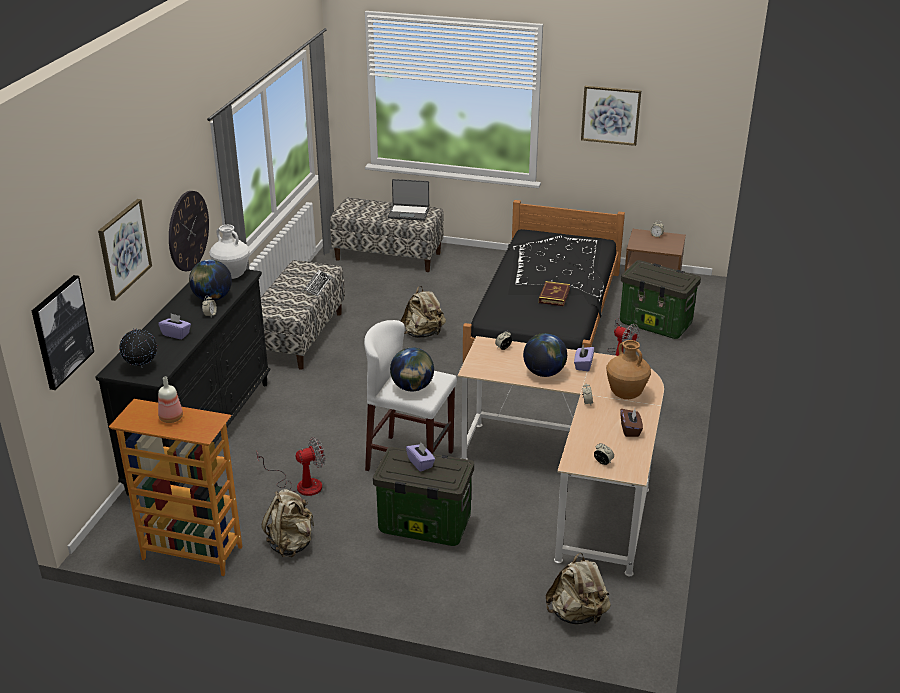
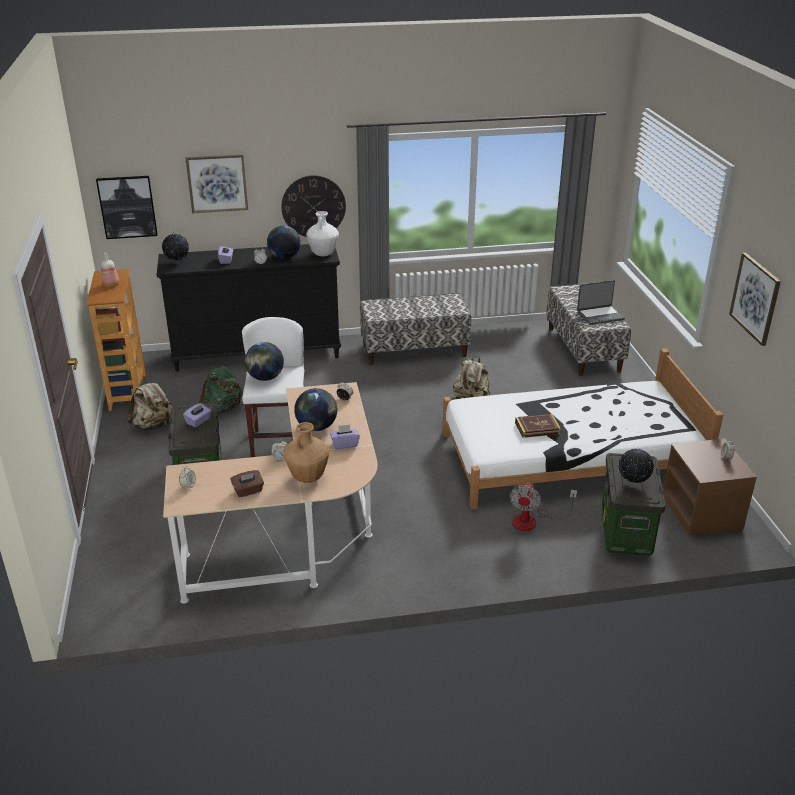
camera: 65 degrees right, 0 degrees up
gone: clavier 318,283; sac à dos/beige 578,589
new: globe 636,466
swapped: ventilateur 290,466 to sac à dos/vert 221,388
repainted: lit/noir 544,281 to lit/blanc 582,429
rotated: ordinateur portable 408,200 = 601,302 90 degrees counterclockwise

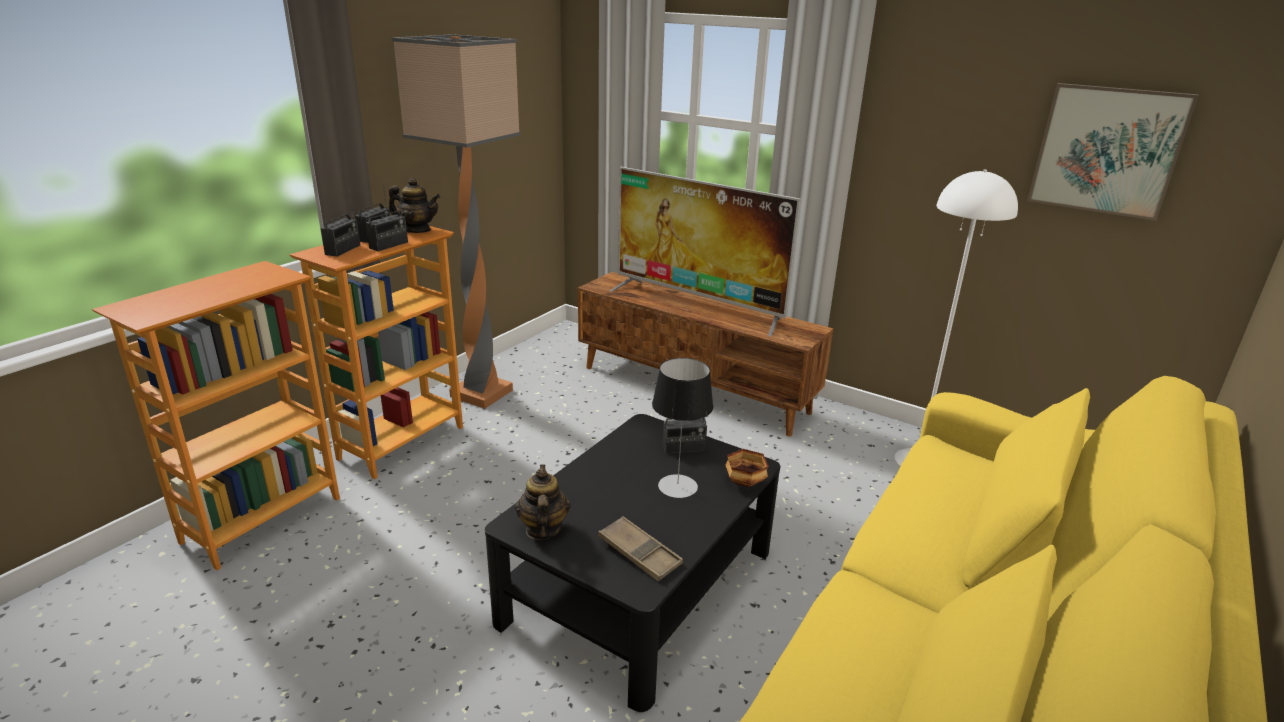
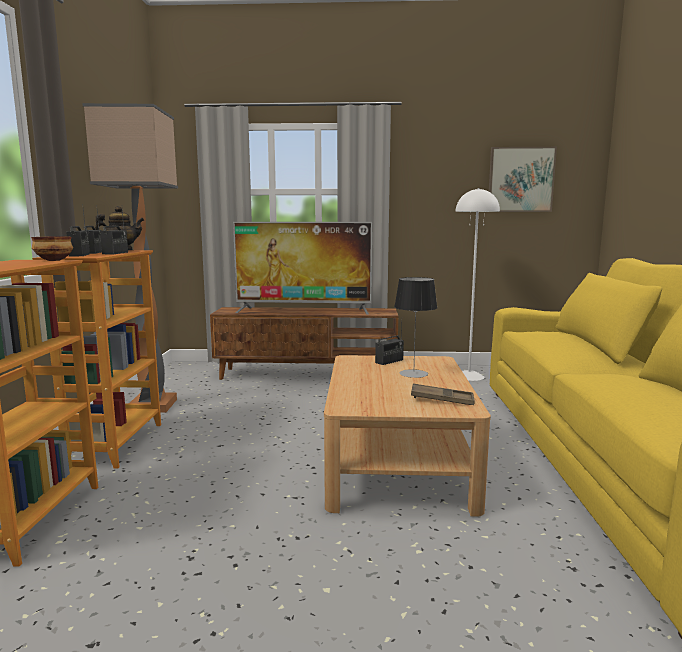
camera: 30 degrees left, 15 degrees down
gone: théière 543,502
shifted: bol 747,468 to 52,248
repainted: table basse/noir 632,563 to table basse/beige 407,436

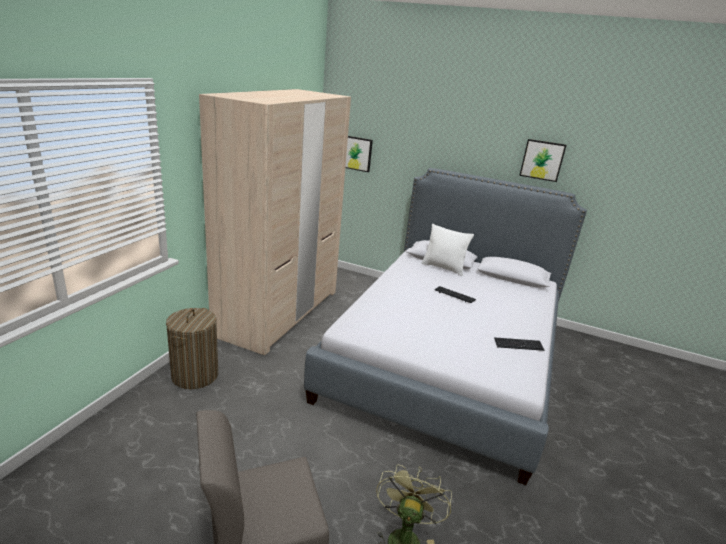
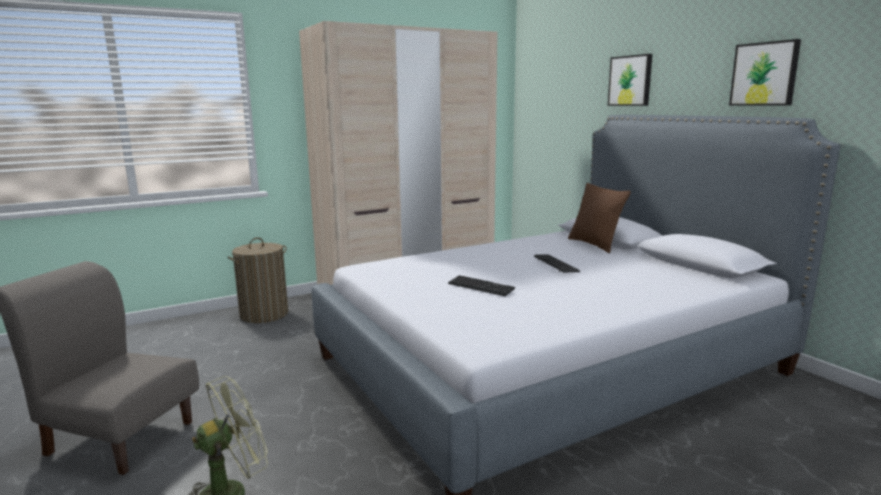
camera: 40 degrees right, 10 degrees down
shifted: tableau 359,154 to 630,80; clavier 519,344 to 482,285
repainted: coussin/blanc 447,250 to coussin/marron 599,218

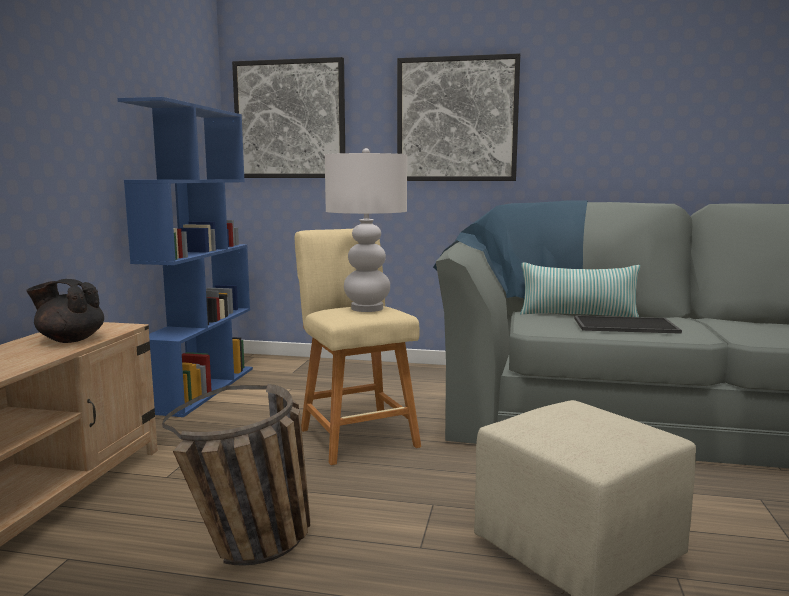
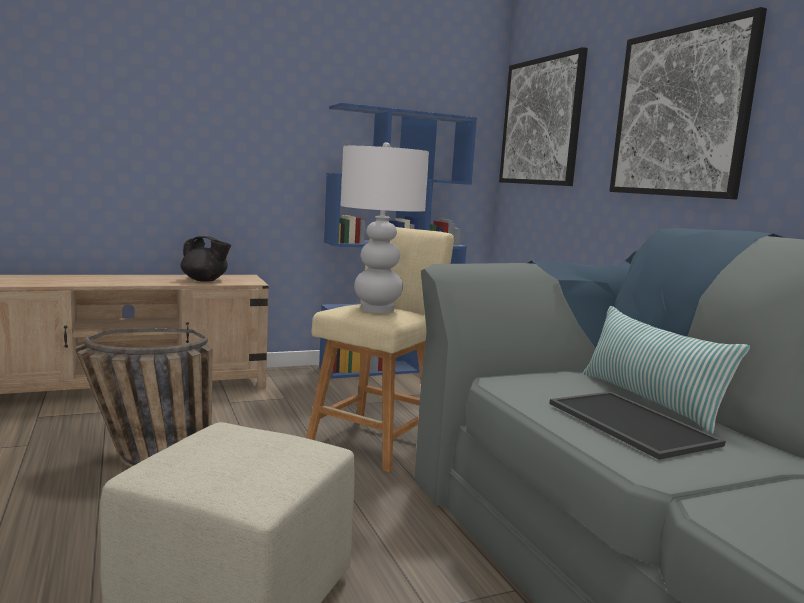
camera: 55 degrees right, 0 degrees up
rotated: théière/noir 65,311 = 206,259 135 degrees clockwise

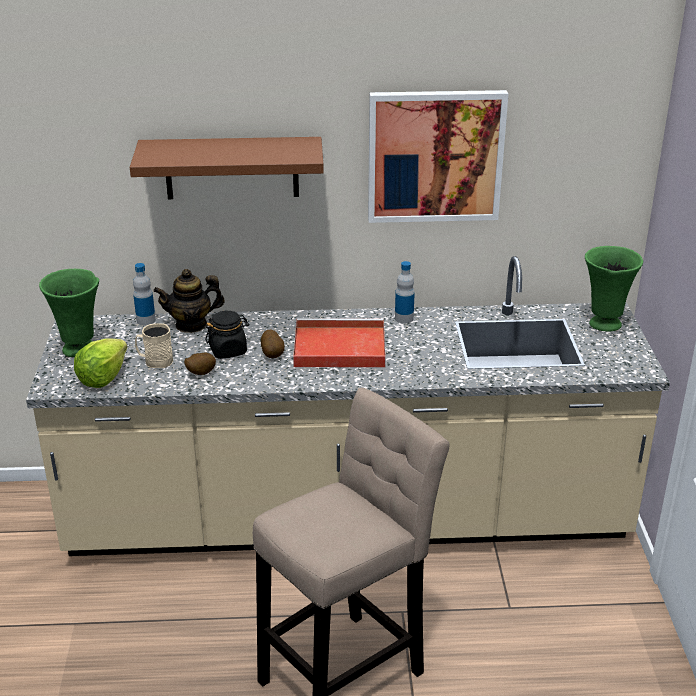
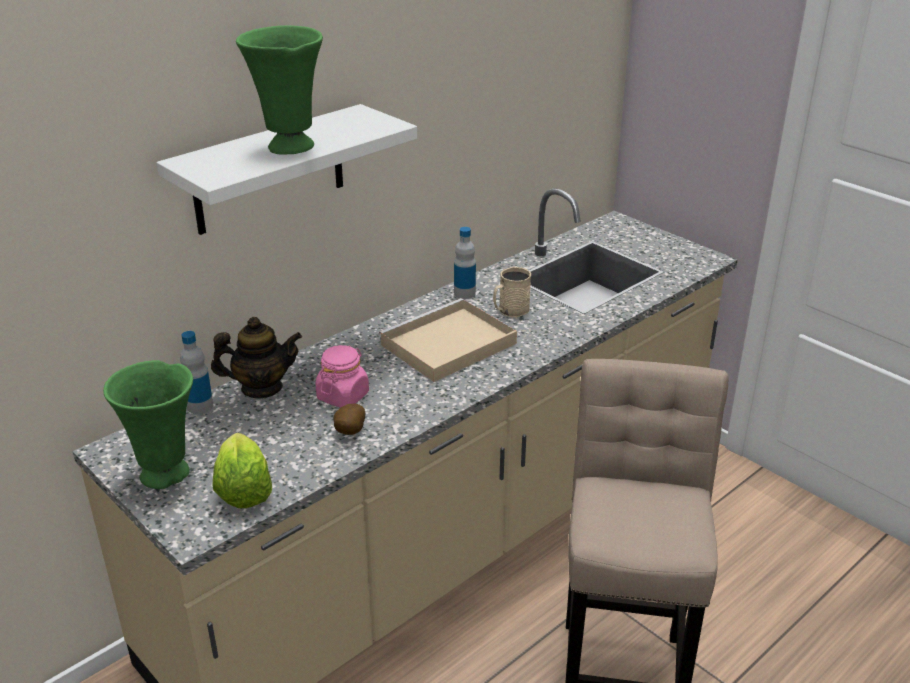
camera: 40 degrees left, 0 degrees up
gone: pomme de terre 273,343; tableau 438,156
shifted: mug/beige 154,346 to 512,292; vase/vert 614,289 to 279,90
repainted: étagère/marron 227,168 to étagère/blanc 286,169; bocal/noir 227,335 to bocal/rose 342,376; plateau/rouge 339,342 to plateau/beige 448,340
rotated: théière 189,301 = 256,358 135 degrees counterclockwise

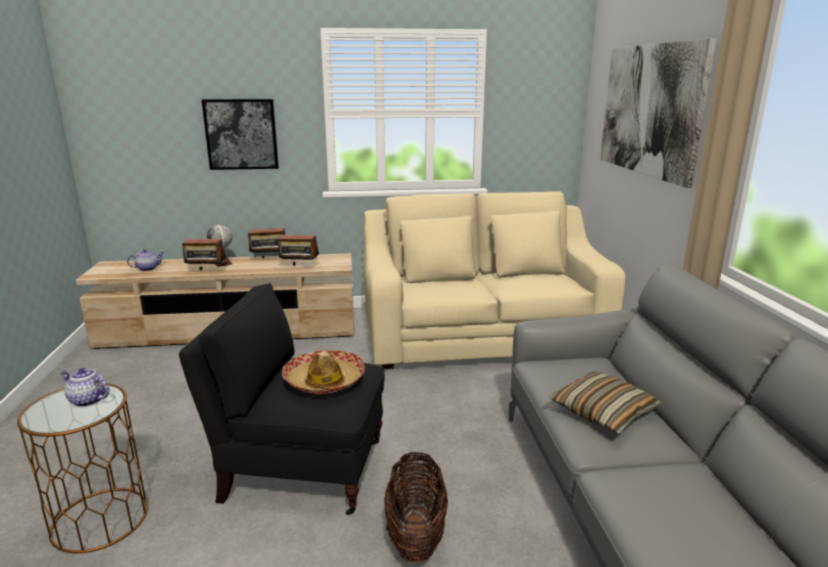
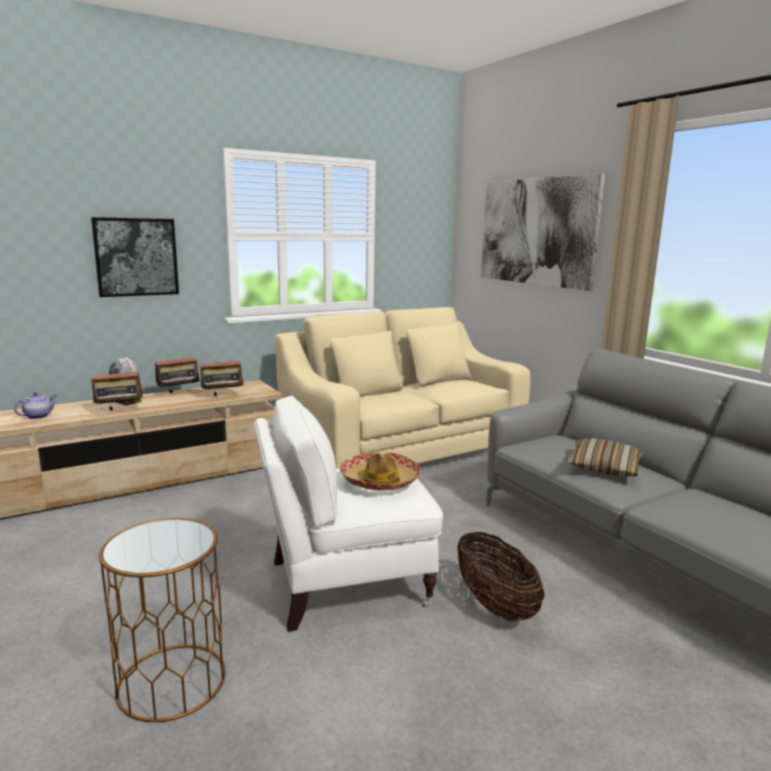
camera: 25 degrees left, 5 degrees down
gone: théière 84,387
repainted: fauteuil/noir 282,399 to fauteuil/blanc 348,513

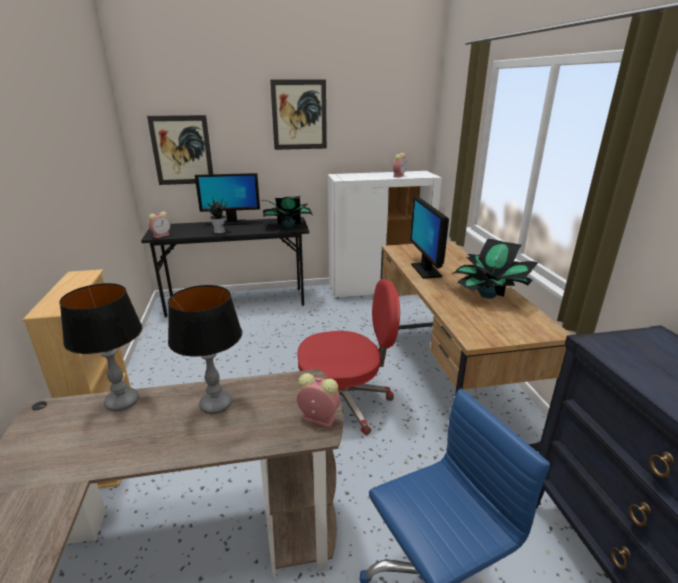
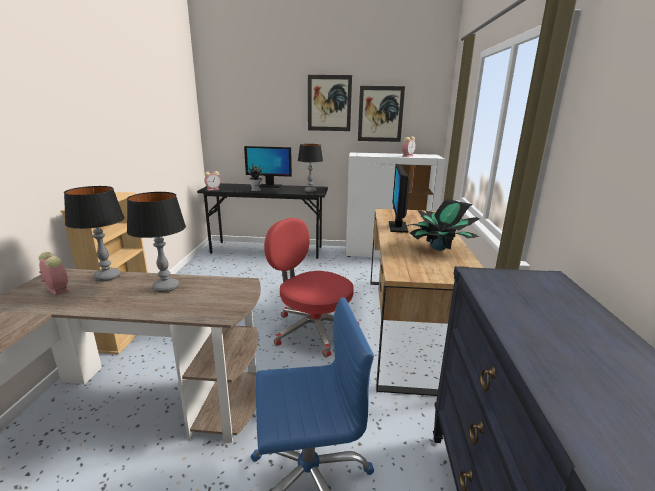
camera: 15 degrees right, 5 degrees down
shifted: tableau 180,150 to 381,114; réveil 319,400 to 54,273
swapped: plante en pot 287,212 to lampe de table 310,168
rotated: chaise de bureau/rouge 348,357 = 311,288 150 degrees counterclockwise

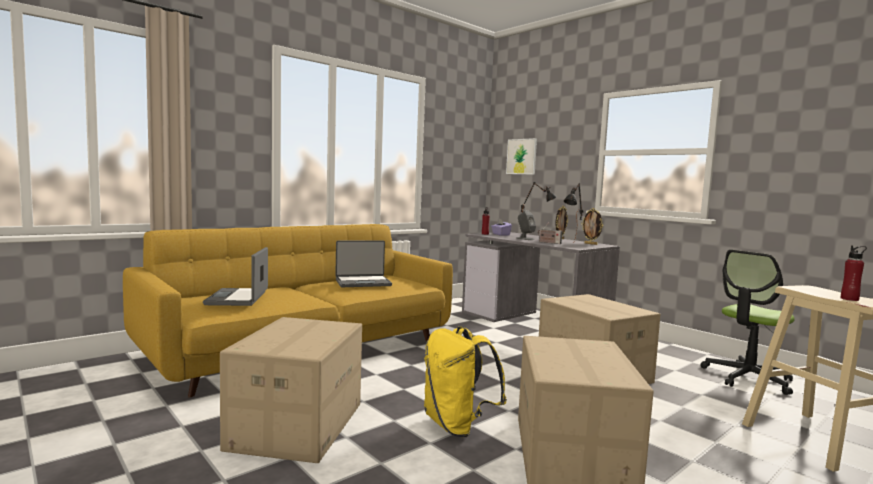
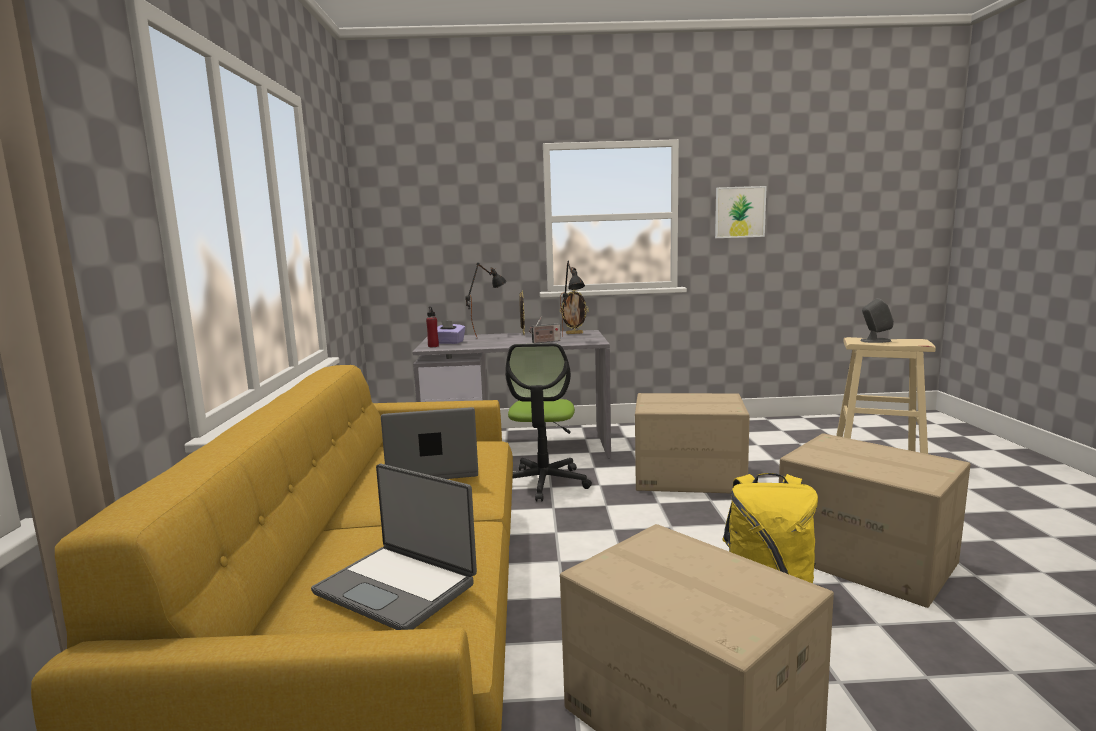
camera: 50 degrees left, 5 degrees up
gone: bouteille/rouge 854,273
shifted: tableau 521,156 to 741,212; enceinte/gris 526,225 to 877,320; chaise de bureau 748,322 to 548,422
rotated: ordinateur portable 363,264 = 429,443 120 degrees counterclockwise

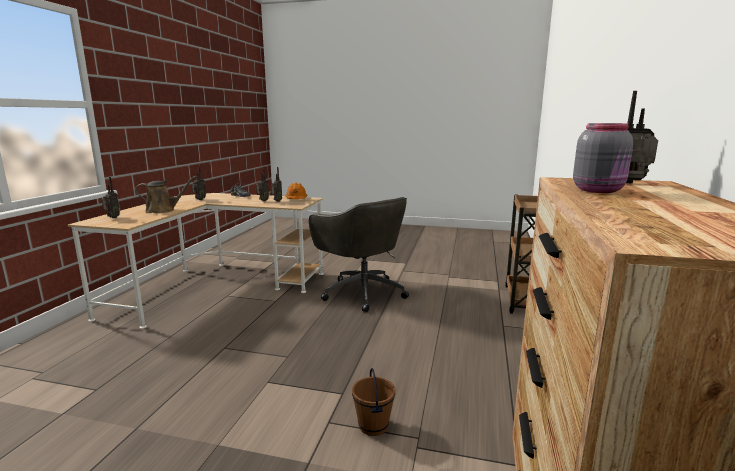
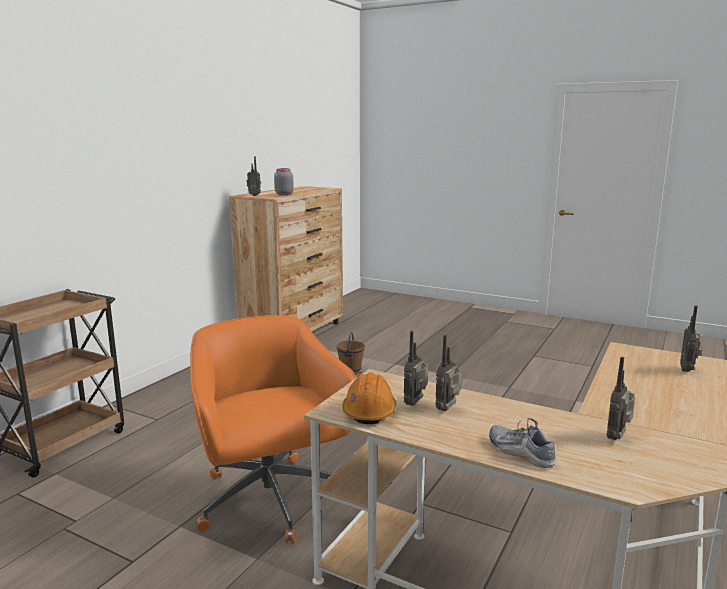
camera: 165 degrees left, 0 degrees up
gone: arrosoir/marron 165,194
repainted: chaise de bureau/gris 359,254 to chaise de bureau/orange 273,429

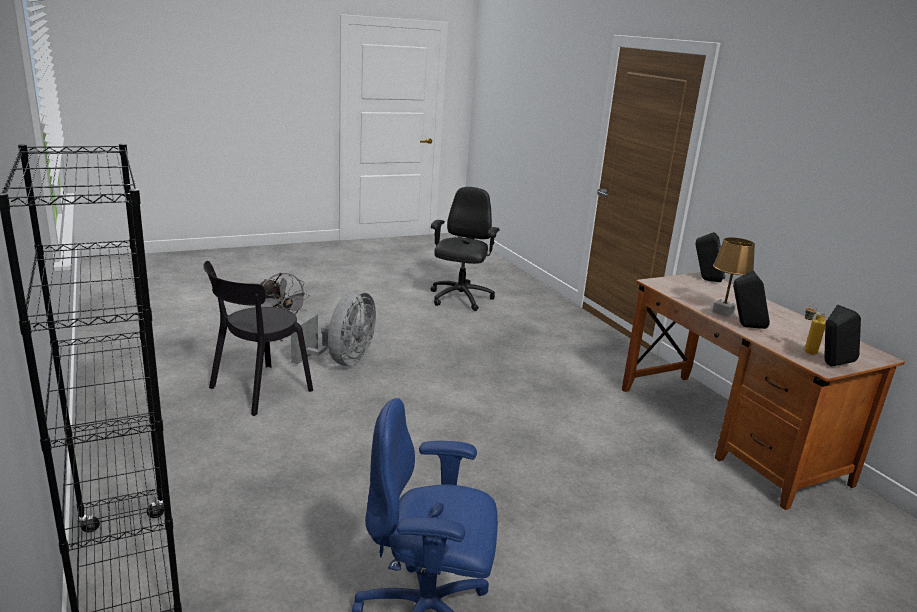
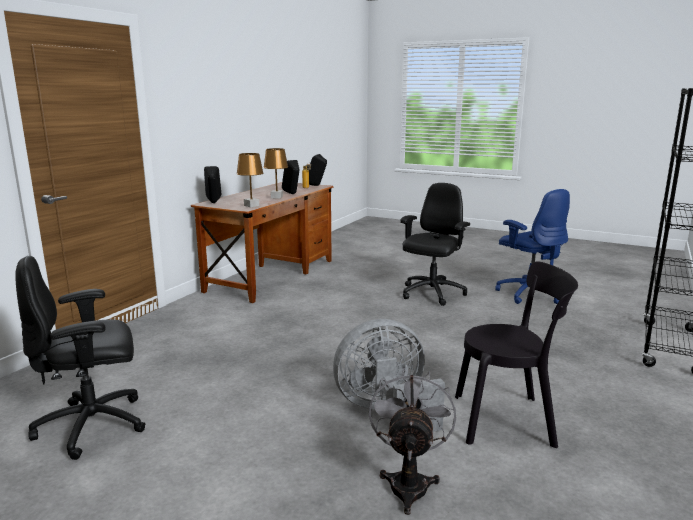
camera: 125 degrees left, 5 degrees down
new: lampe de table/marron 250,180; chaise de bureau/noir 435,244

